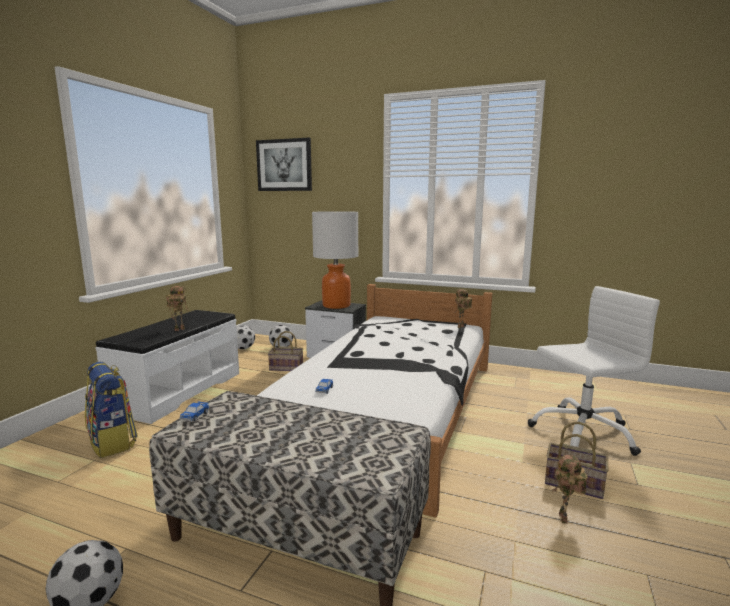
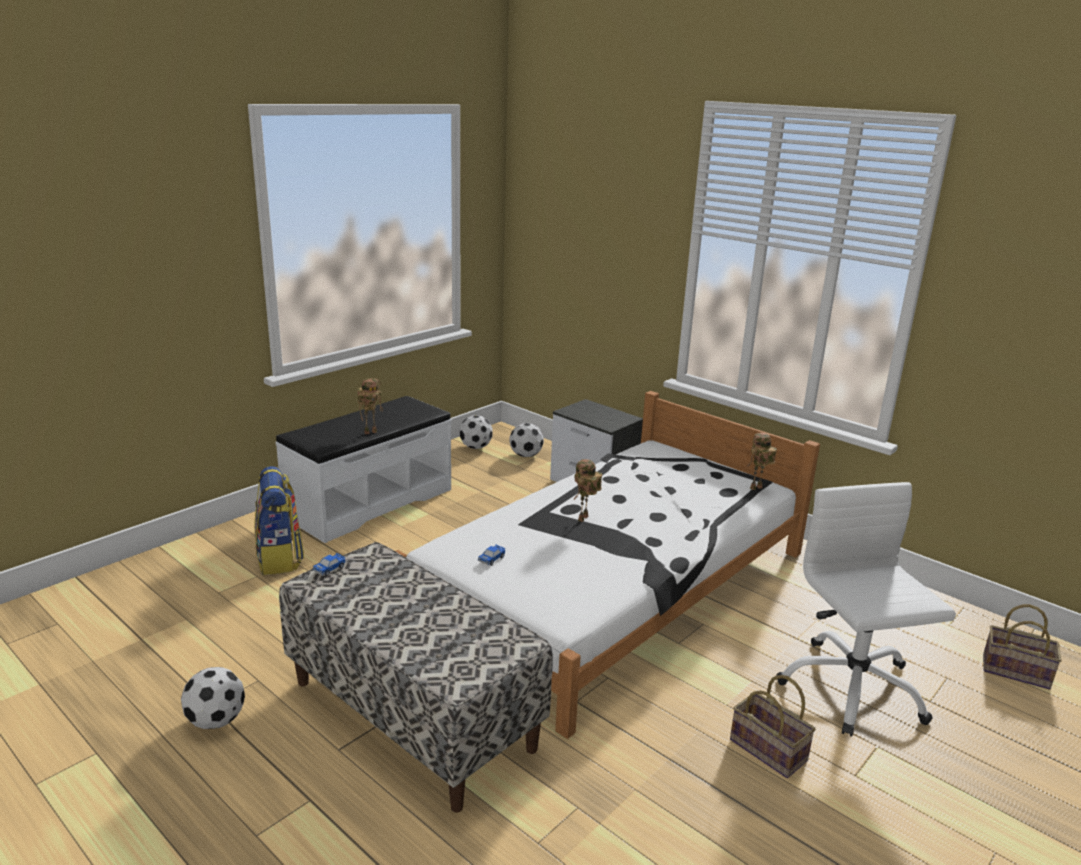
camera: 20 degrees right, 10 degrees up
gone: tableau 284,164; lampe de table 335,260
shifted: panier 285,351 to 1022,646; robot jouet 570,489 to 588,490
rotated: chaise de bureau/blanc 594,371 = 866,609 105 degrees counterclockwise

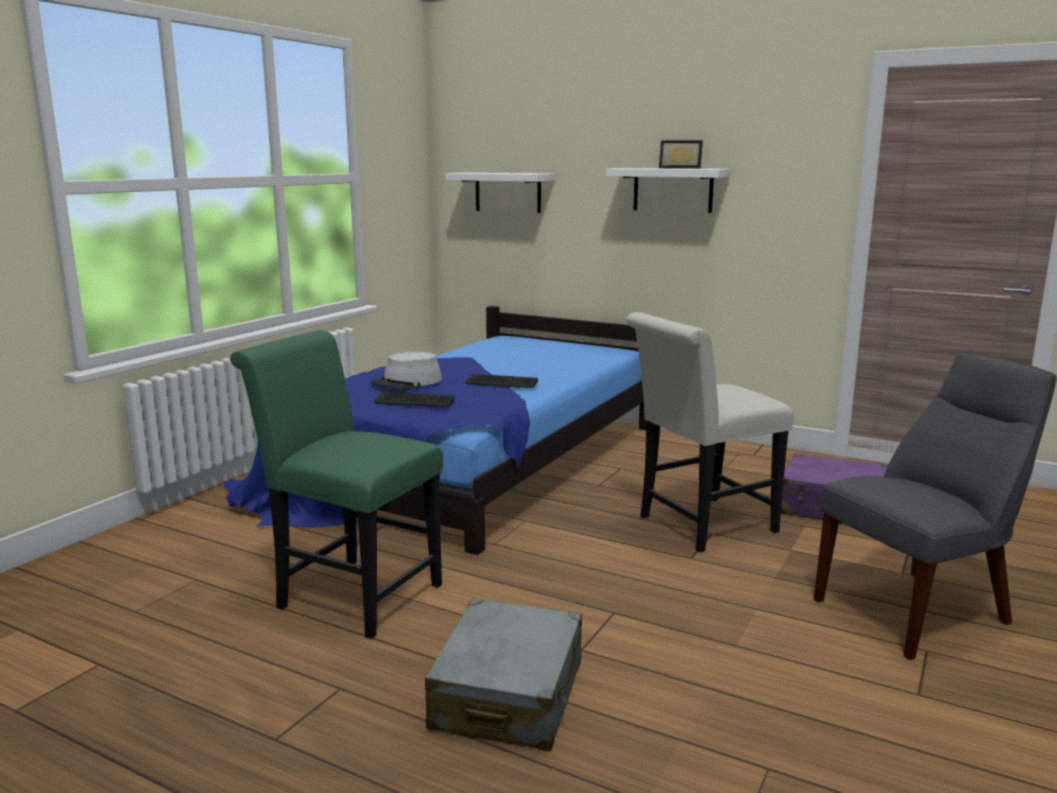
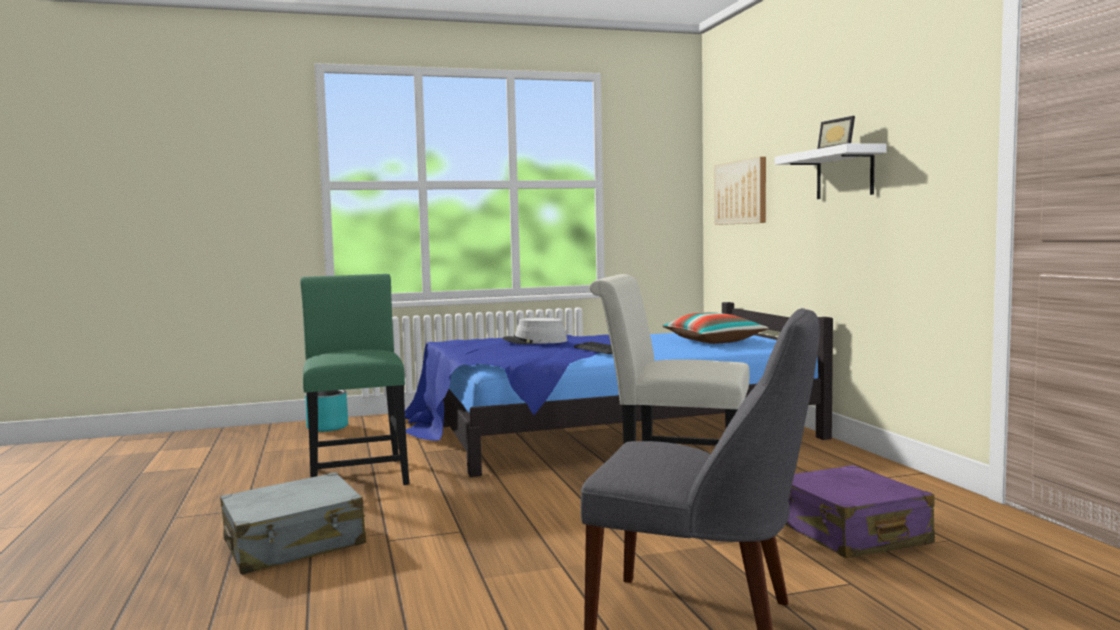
camera: 45 degrees right, 10 degrees down
gone: clavier 415,399
new: cache-pot/turquoise 326,411; coussin 716,328
swapped: étagère/blanc 499,193 to tableau 740,191

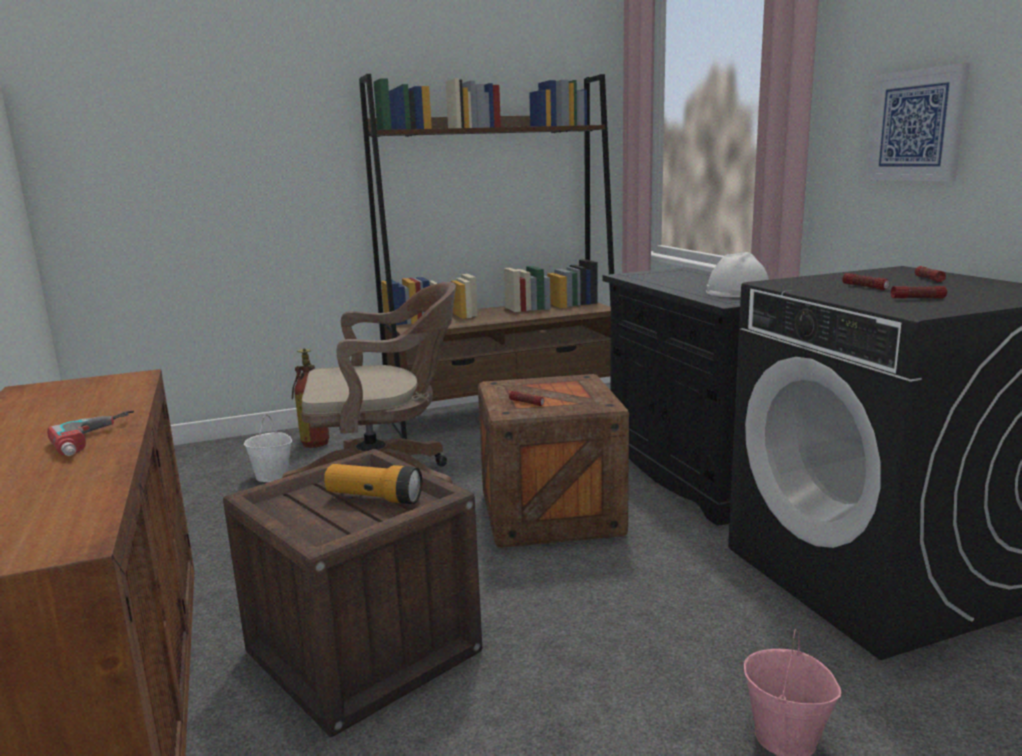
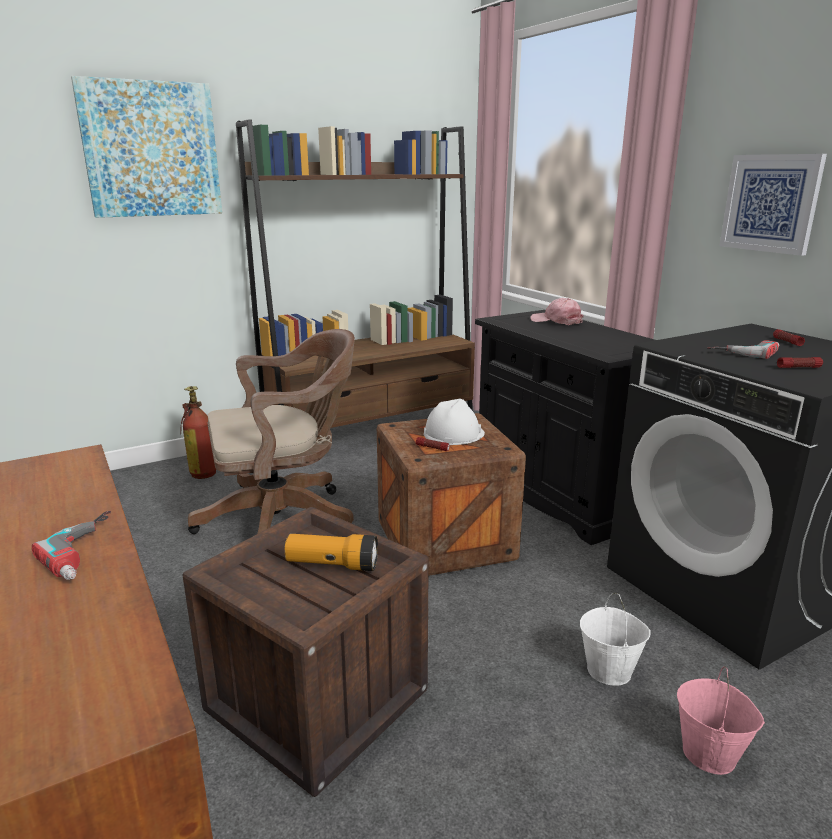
camera: 10 degrees left, 5 degrees up
new: tableau 146,147; casquette/rose 557,311
shifted: seau/blanc 268,448 to 615,639; casque de chantier/blanc 737,274 to 454,422
swapped: lampe de poche 865,281 to perceuse 743,349

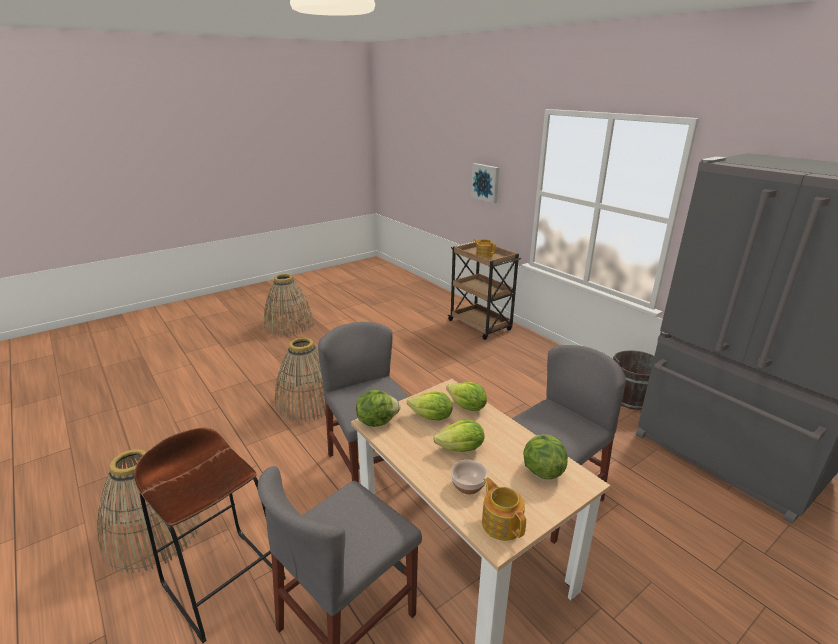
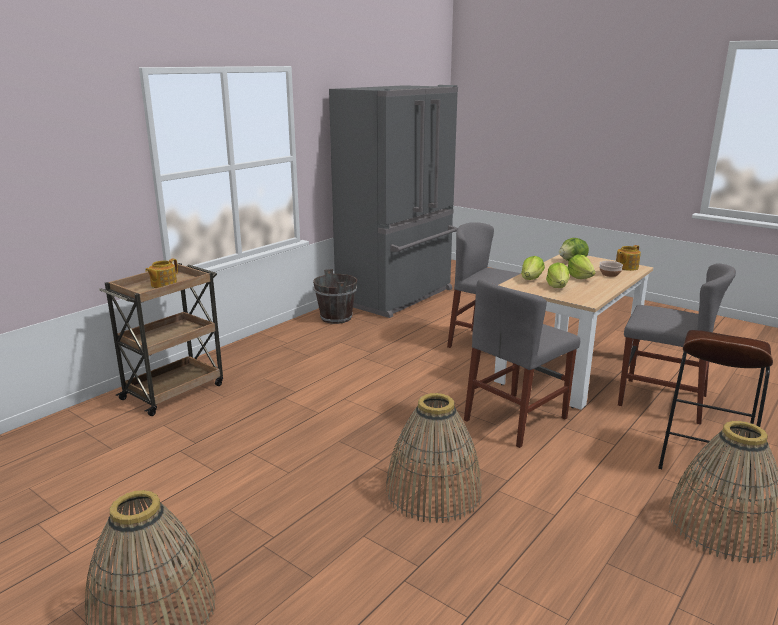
camera: 105 degrees left, 5 degrees down
gone: laitue 378,408; tableau 485,183

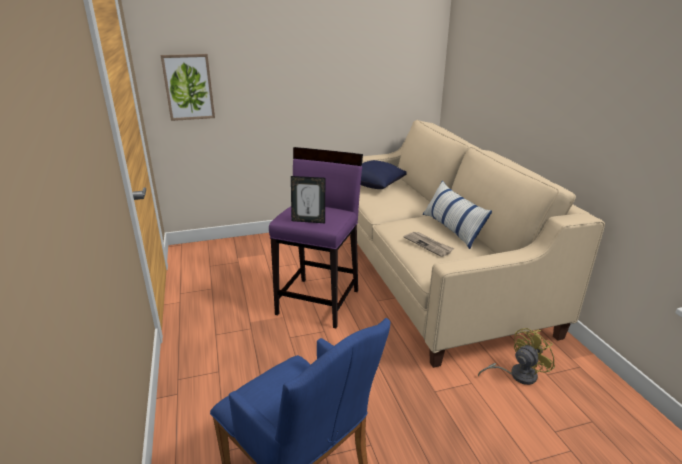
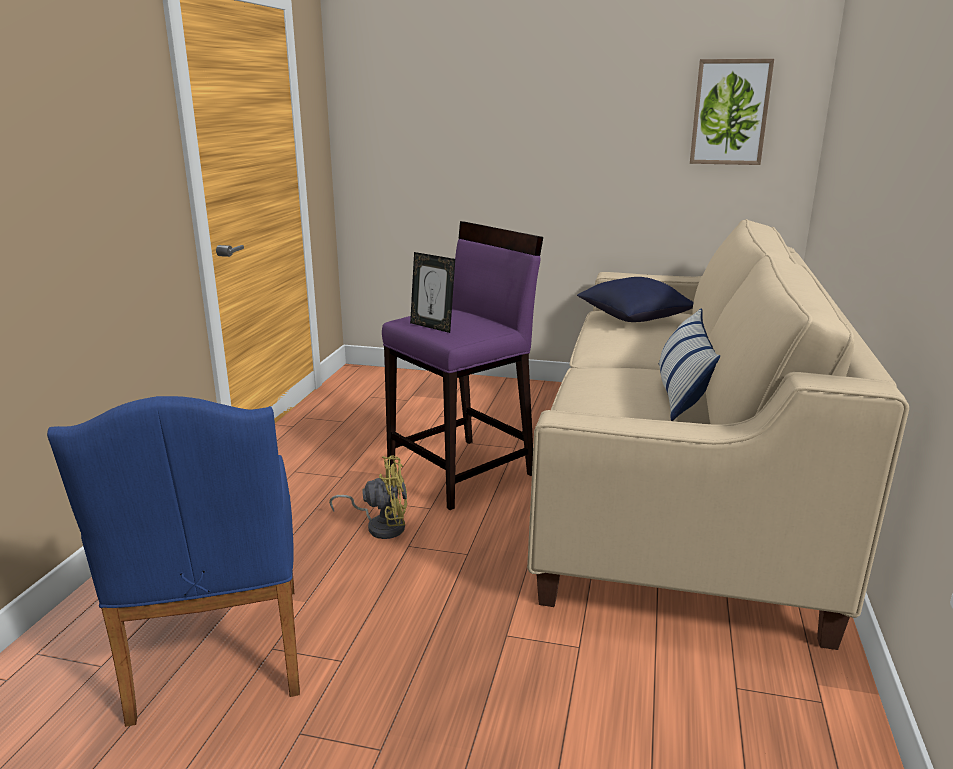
camera: 30 degrees right, 5 degrees down
gone: journal 429,244
shifted: tableau 188,87 to 732,112; ventilateur/jaune 516,356 to 368,497

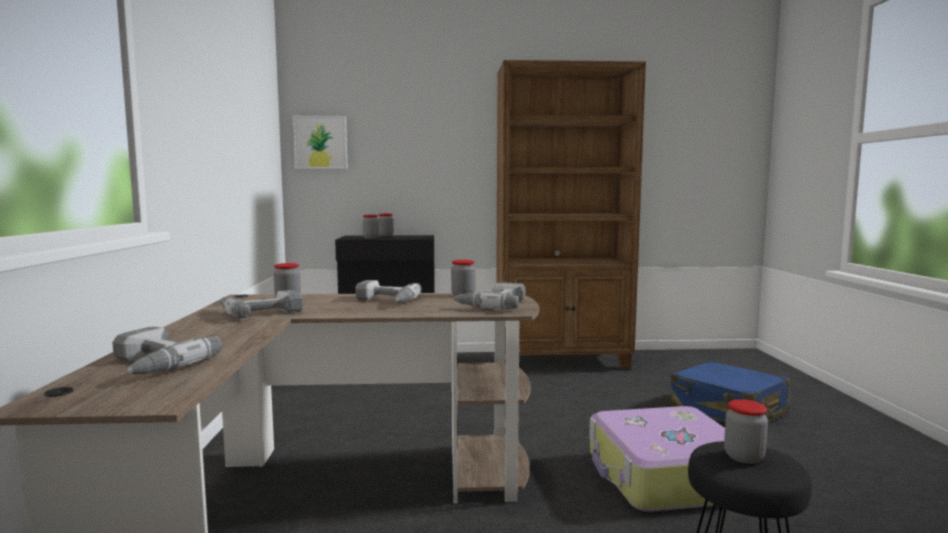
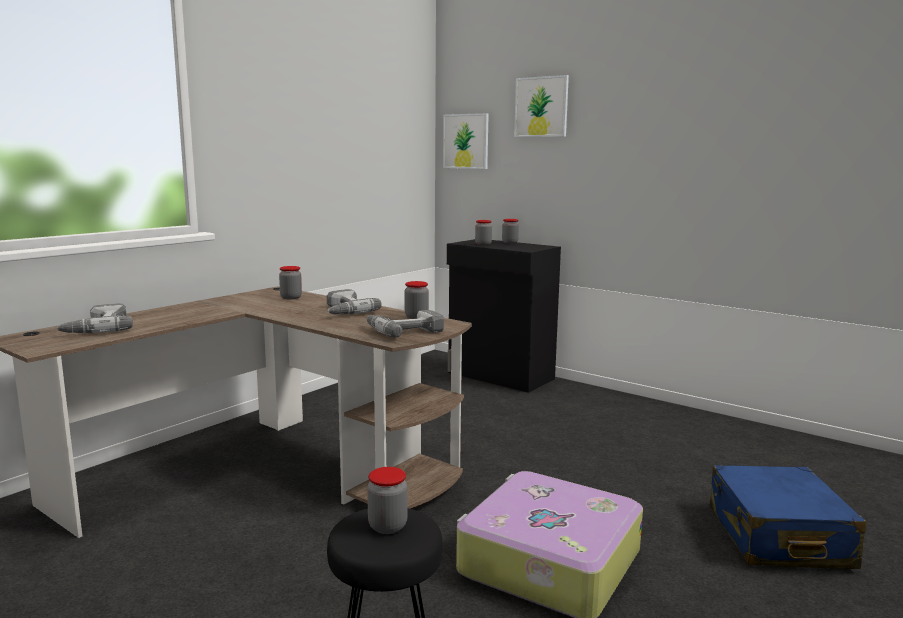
camera: 40 degrees right, 5 degrees up
gone: perceuse 261,304; bibliothèque/marron 571,214
new: tableau 541,106

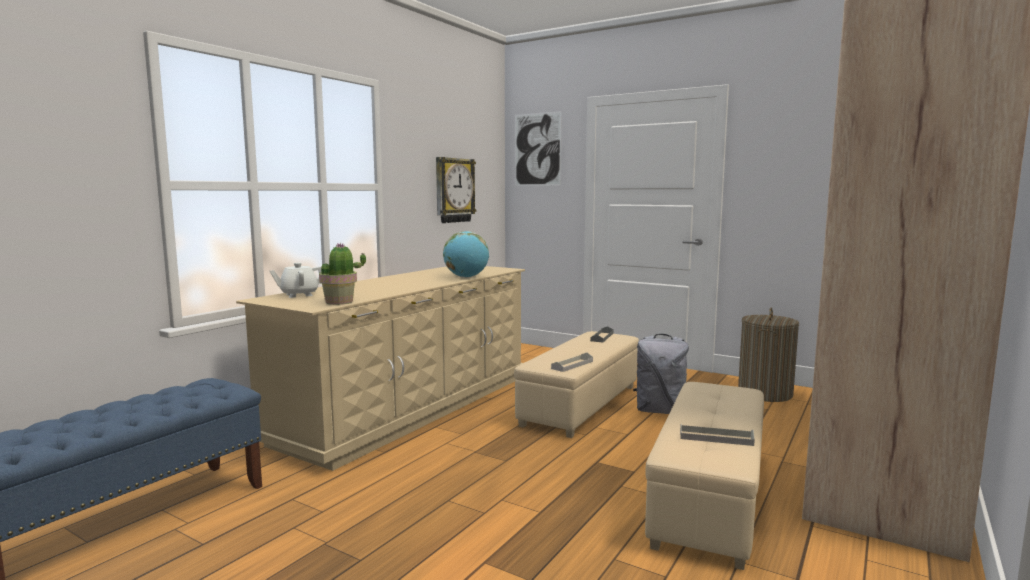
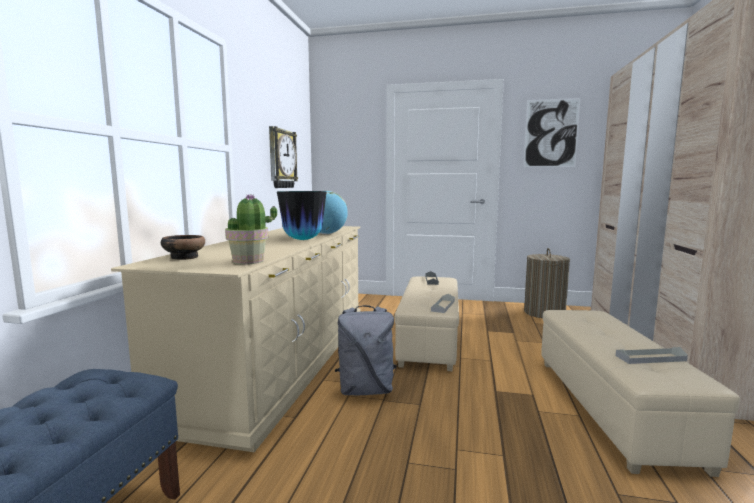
camera: 20 degrees left, 0 degrees up
new: vase 302,215
shifted: tableau 538,148 to 552,132; sac à dos/gris 661,374 to 366,350
swapped: théière/blanc 295,280 to bol 183,247

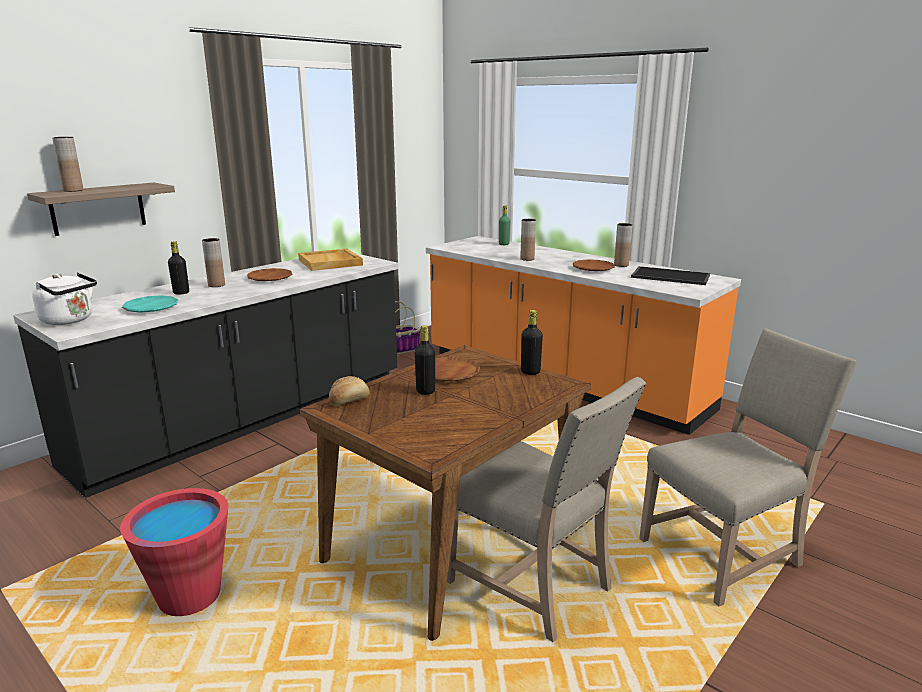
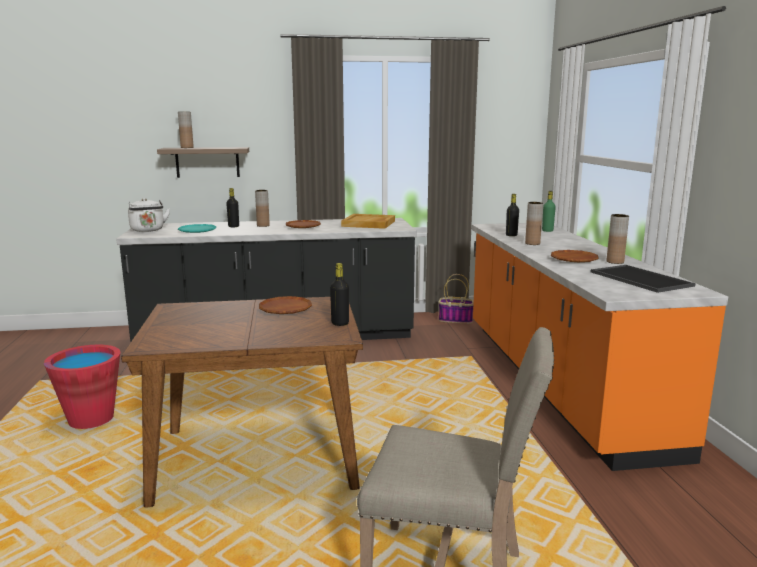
camera: 40 degrees right, 5 degrees down
gone: pain 349,391; chaise/beige 546,509
shifted: bouteille/noir 425,360 to 512,215

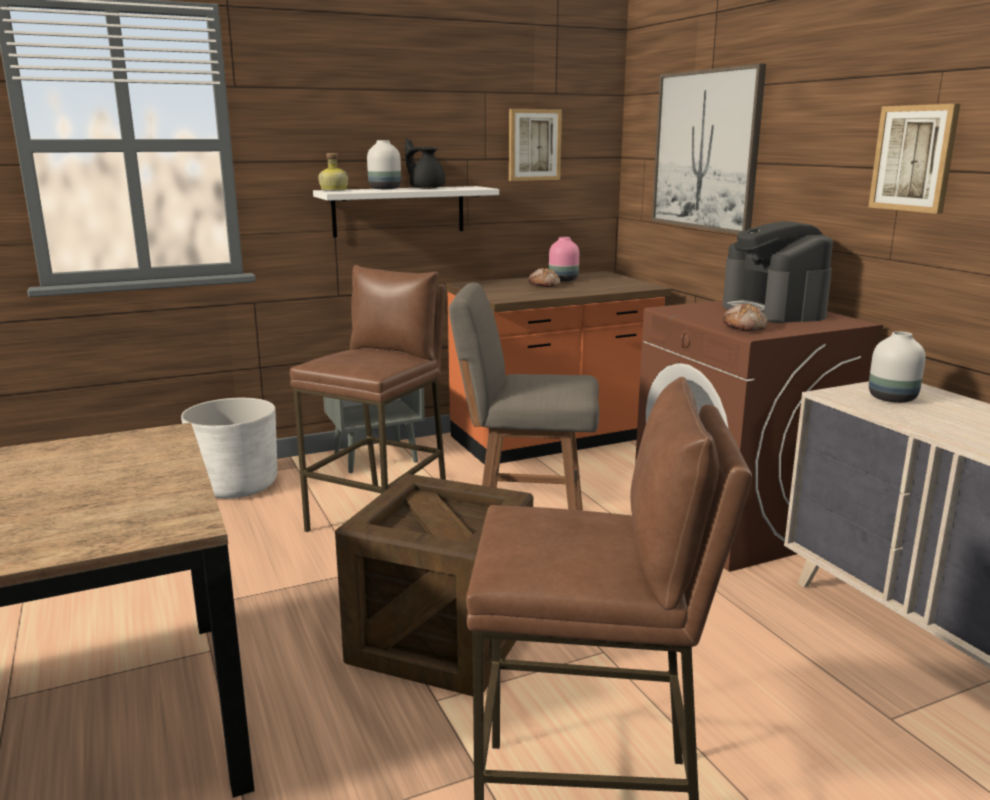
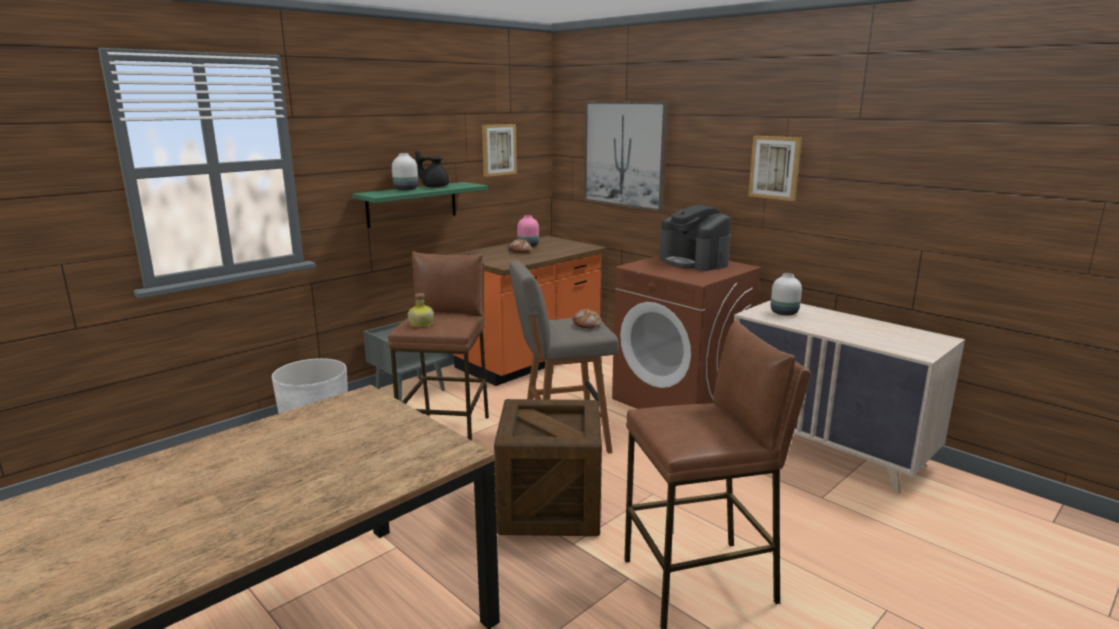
camera: 20 degrees left, 0 degrees up
shifted: bouteille 333,172 to 421,310; pain 745,317 to 587,319
repainted: étagère/blanc 406,212 to étagère/vert 420,205

